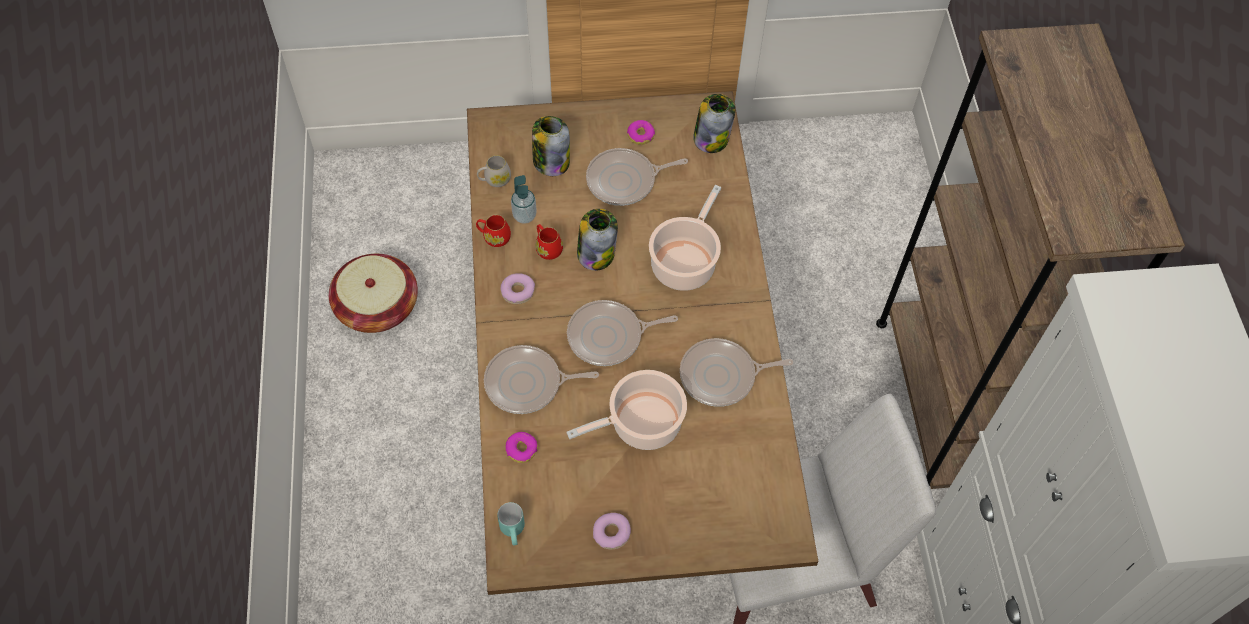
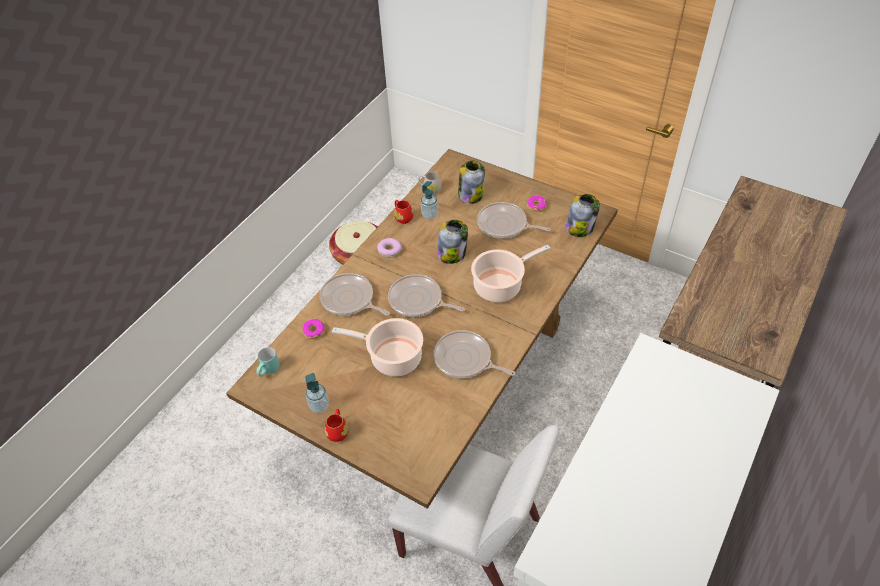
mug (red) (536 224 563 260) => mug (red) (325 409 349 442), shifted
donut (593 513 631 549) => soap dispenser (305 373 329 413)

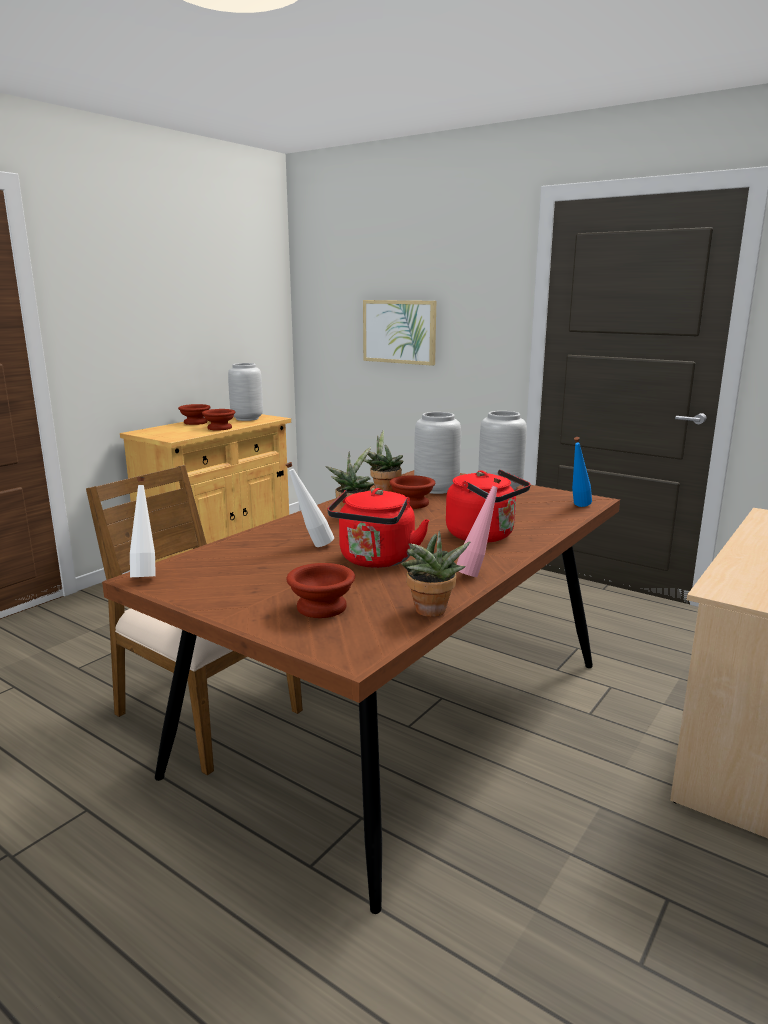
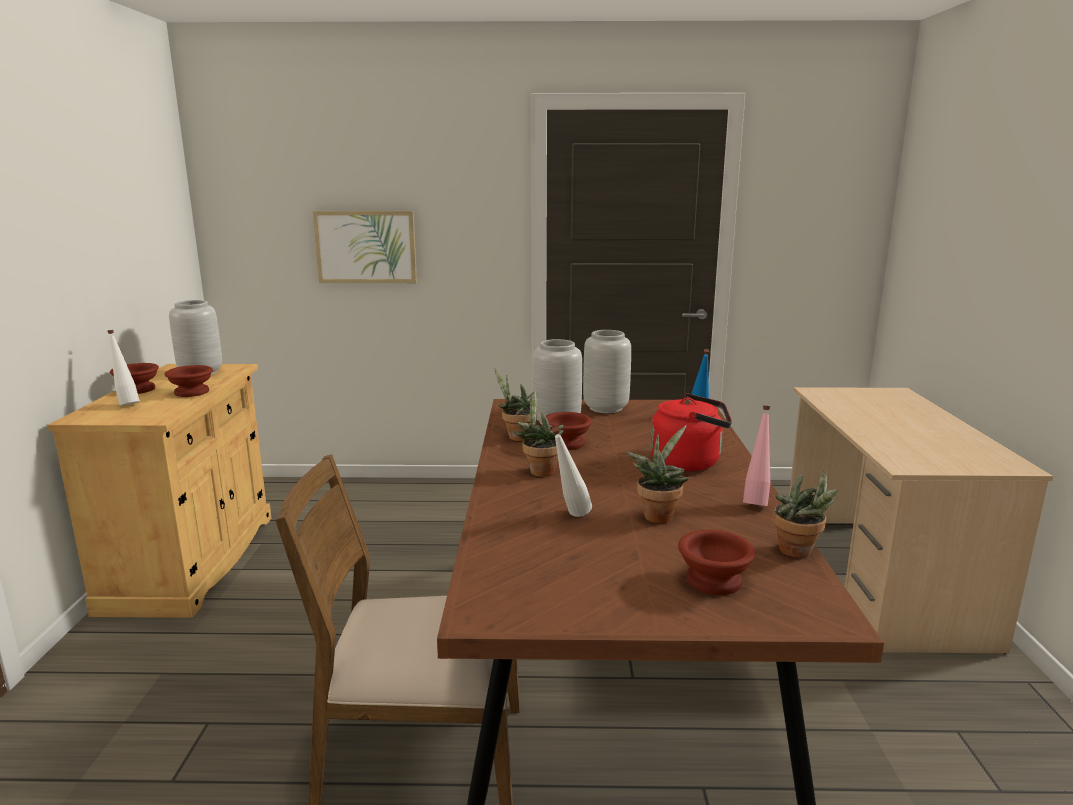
bottle (white) (130 477 156 577) => bottle (white) (107 330 140 406), shifted
kettle (red) (328 488 430 568) => potted plant (626 425 689 523)

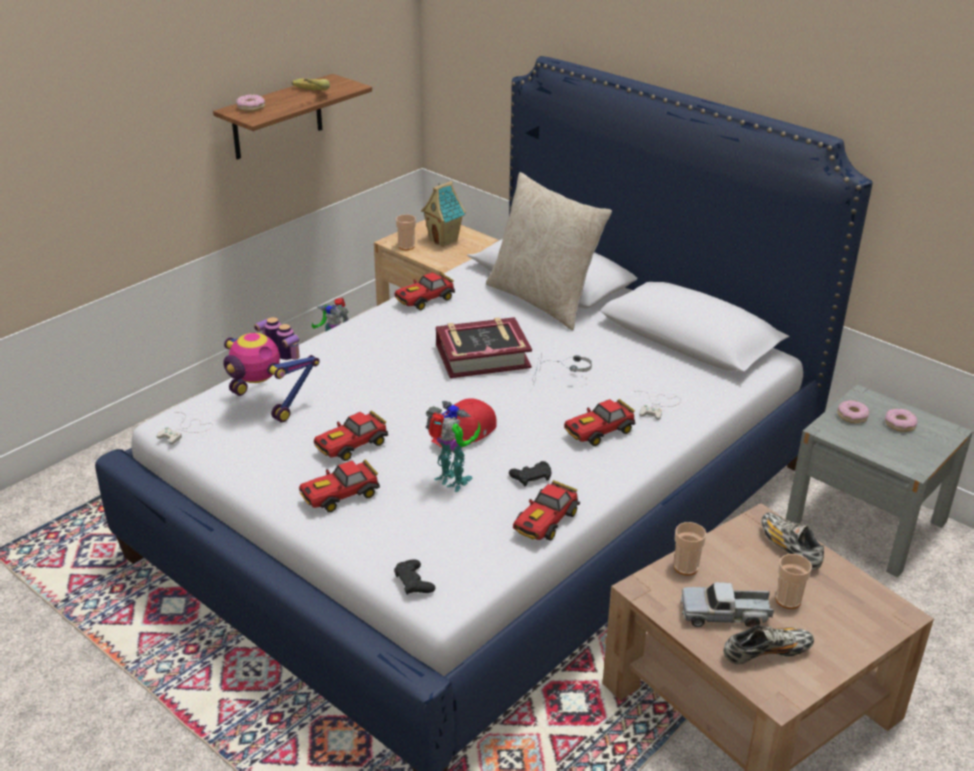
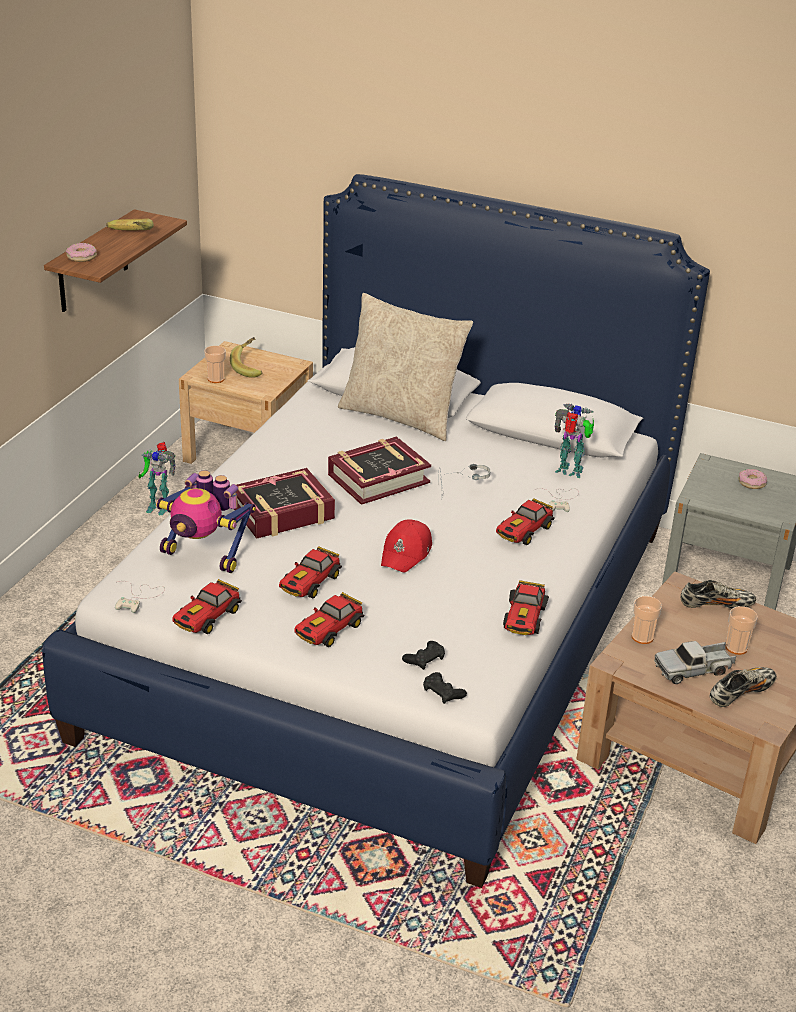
donut (837 400 869 423) => nothing
nothing => book (234 468 335 539)
toy car (395 272 455 310) => toy car (172 579 242 634), shifted
toy robot (425 401 480 492) => toy robot (555 404 594 478), shifted
game controller (black) (509 461 552 486) => game controller (black) (402 641 445 670), shifted
toy house (421 181 466 247) => banana (230 337 262 378)
shoe (761 512 824 570) => shoe (681 580 756 609), 135 degrees clockwise

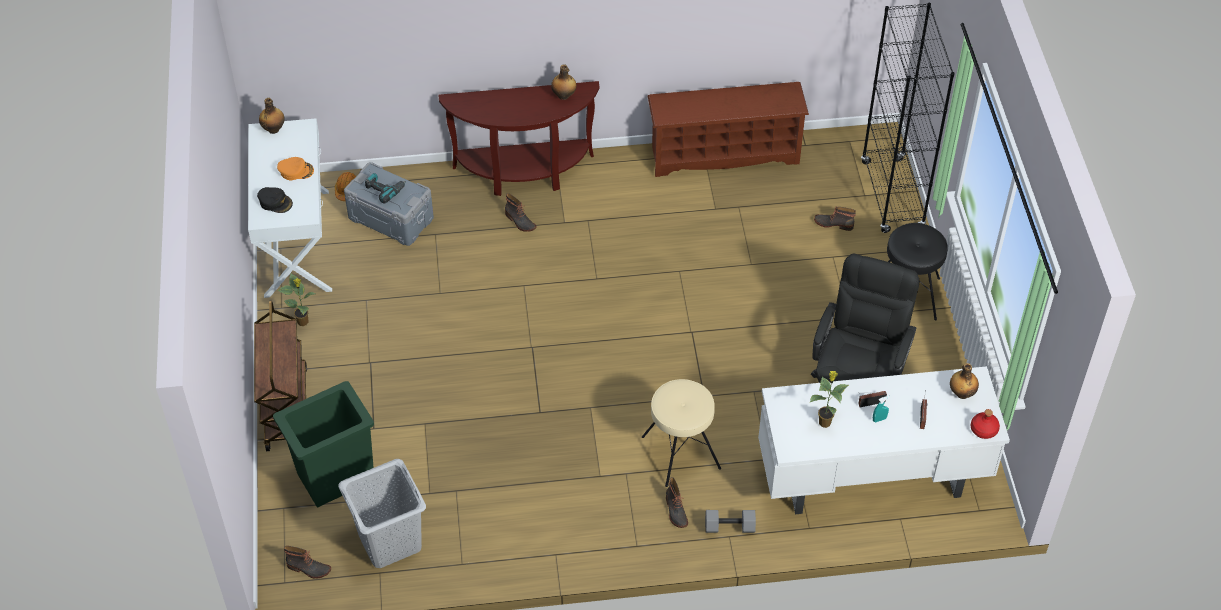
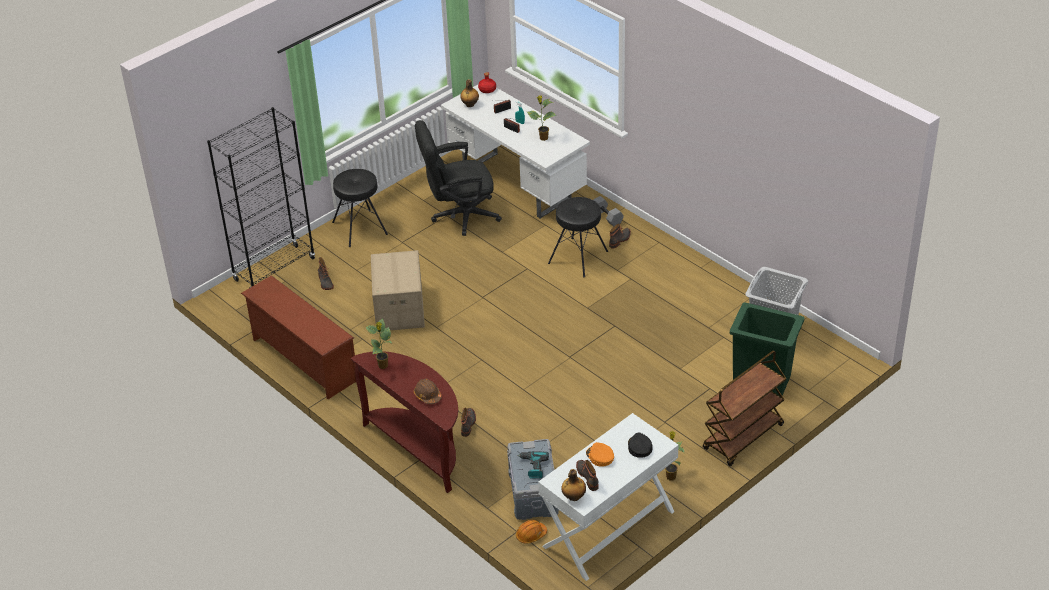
nothing => cardboard box (371 250 425 332)
nothing => hard hat (brown) (414 379 442 404)
boot (284 546 331 579) => boot (576 460 599 491), shifted
bottle (551 64 577 100) => potted plant (366 318 392 369)
stool (beige) (642 379 721 487) => stool (black) (548 197 608 277)

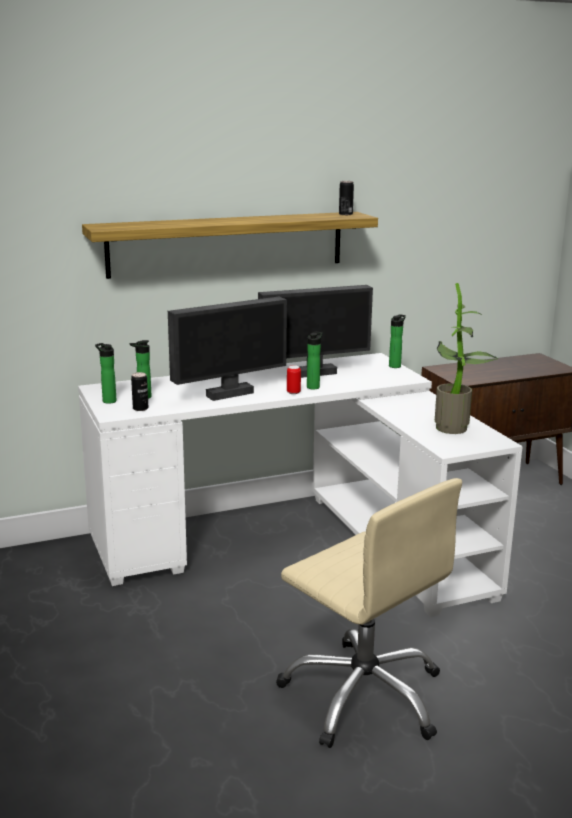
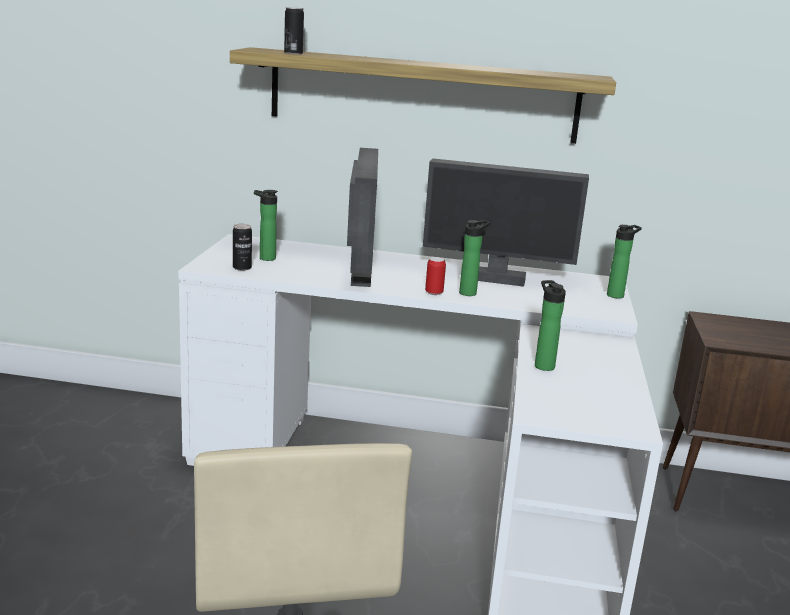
potted plant (435 283 499 434) => nothing
bottle (95 343 117 404) => bottle (535 280 566 371), shifted
can (339 181 354 215) => can (284 7 304 54), shifted
monitor (168 297 287 401) => monitor (347 148 378 287), 90 degrees counterclockwise

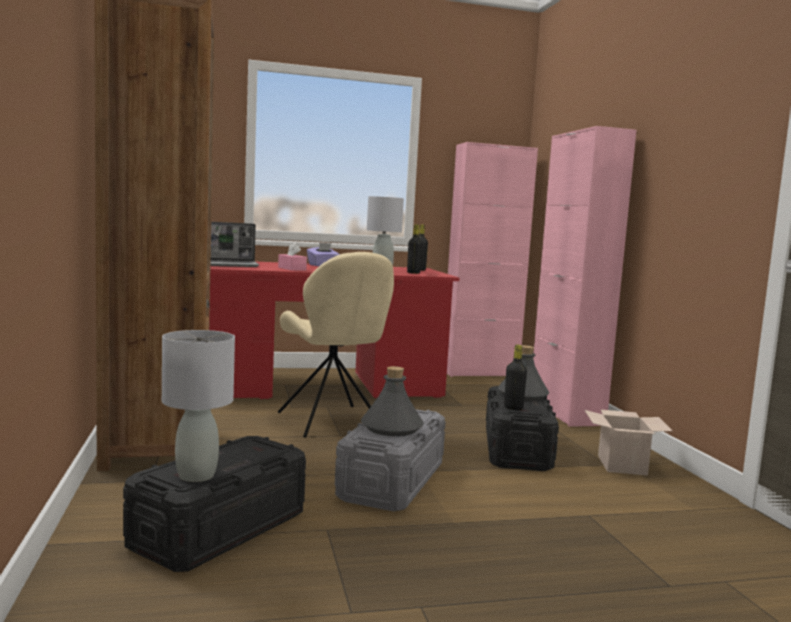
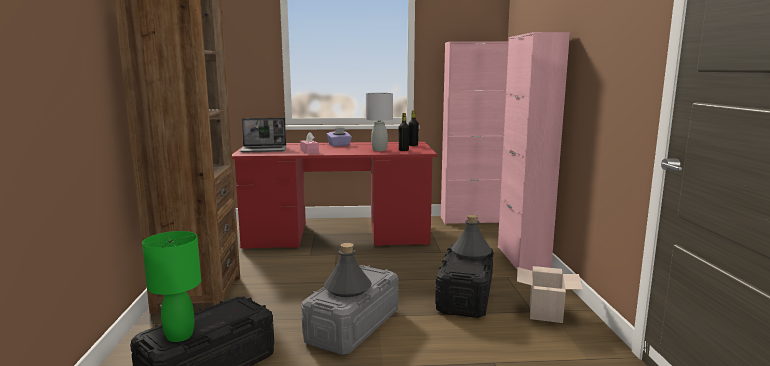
chair (beige) (278 252 394 438) => nothing
bottle (black) (504 345 527 410) => nothing
table lamp (grey) (162 330 235 482) => table lamp (green) (142 231 201 342)

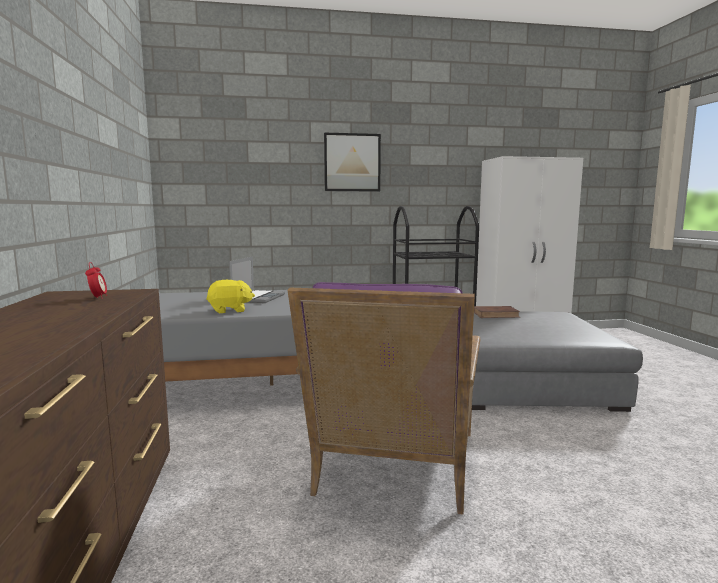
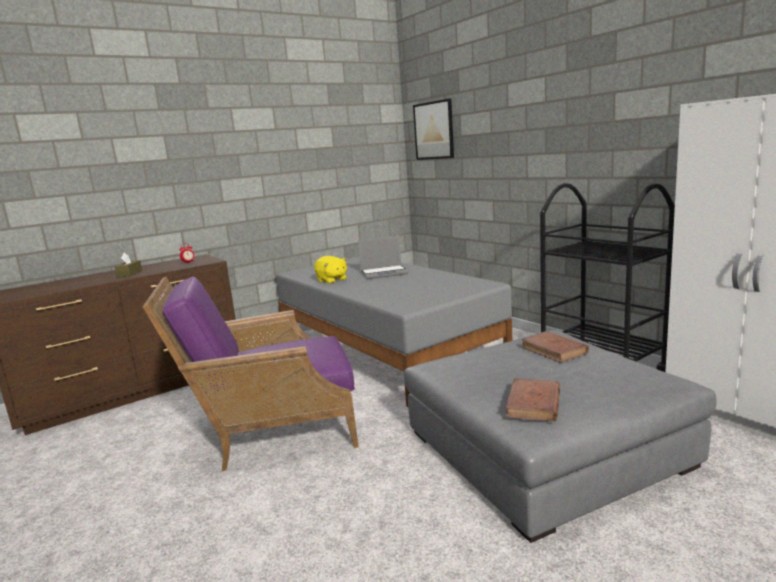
nothing => tissue box (brown) (114 252 142 278)
nothing => book (brown) (505 378 560 421)
picture (324 133 381 191) => picture (413 99 454 160), shifted

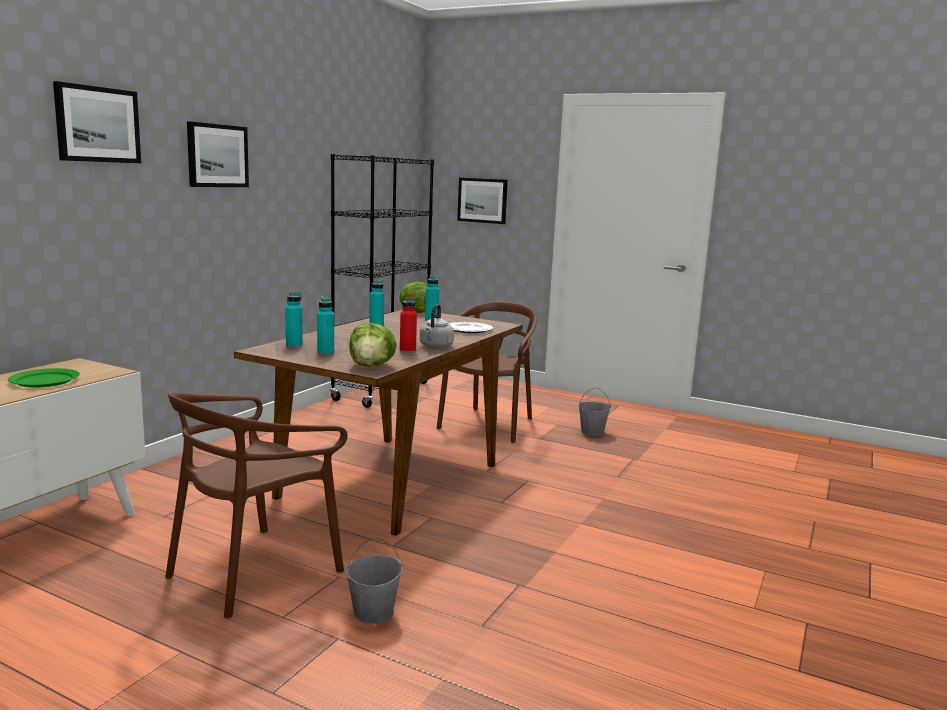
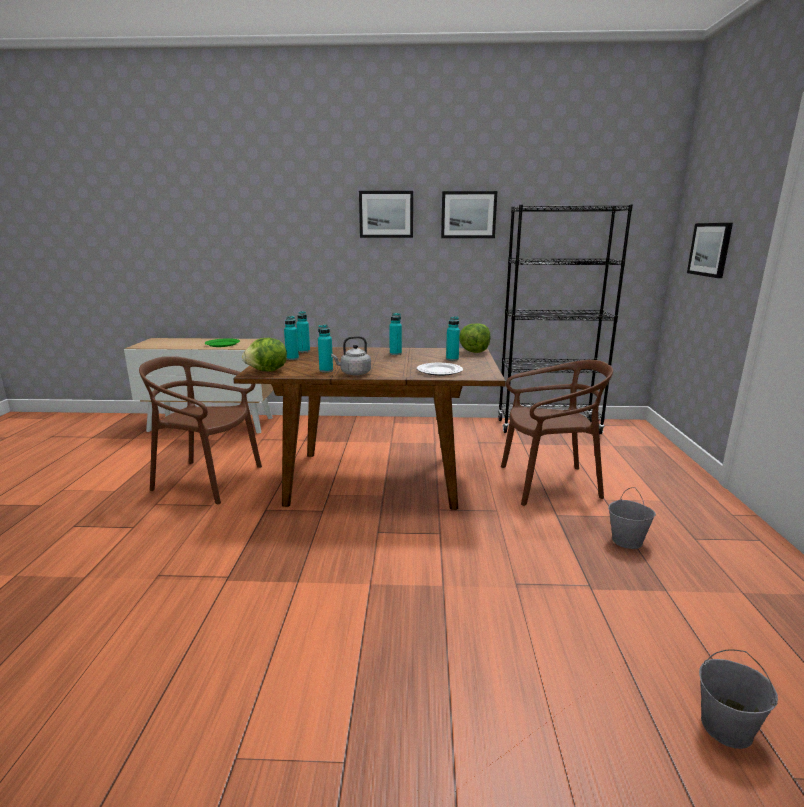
picture (53 81 141 163) => picture (441 191 497 238), shifted
bucket (grey) (346 537 402 624) => bucket (grey) (699 649 778 749), shifted
bottle (red) (400 297 417 353) => bottle (turquoise) (318 325 333 372)

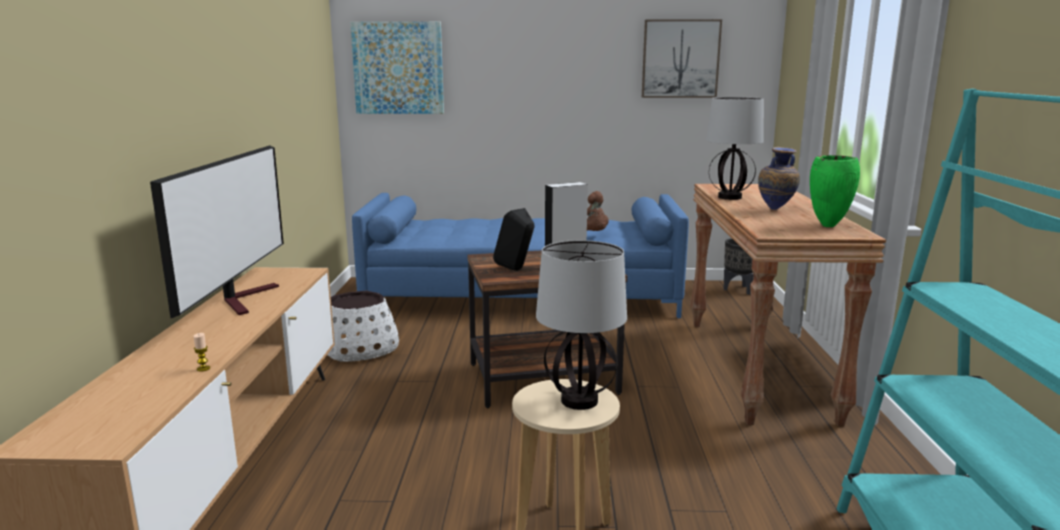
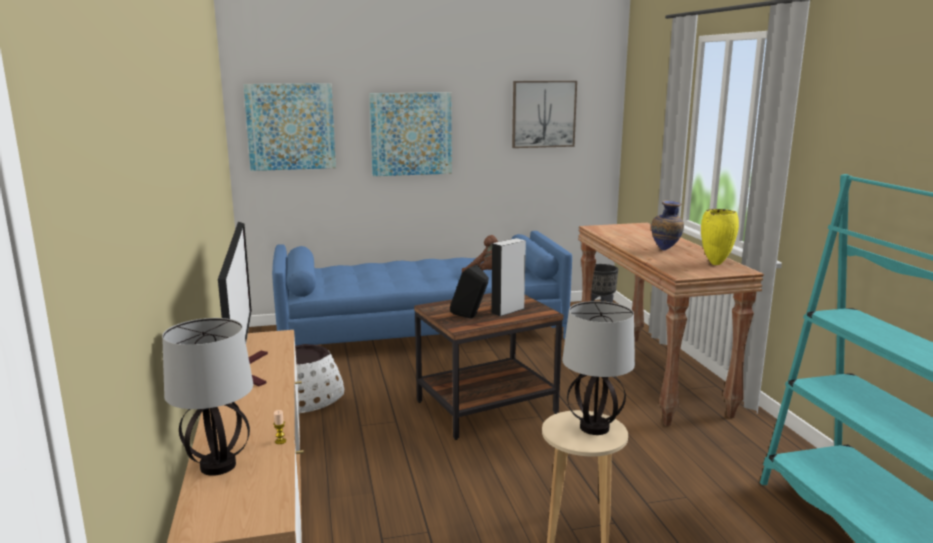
nothing => picture (369 92 452 176)
table lamp (706 97 764 200) => table lamp (162 318 253 476), shifted
vase (green) (810 155 860 227) => vase (yellow) (701 209 739 265)

